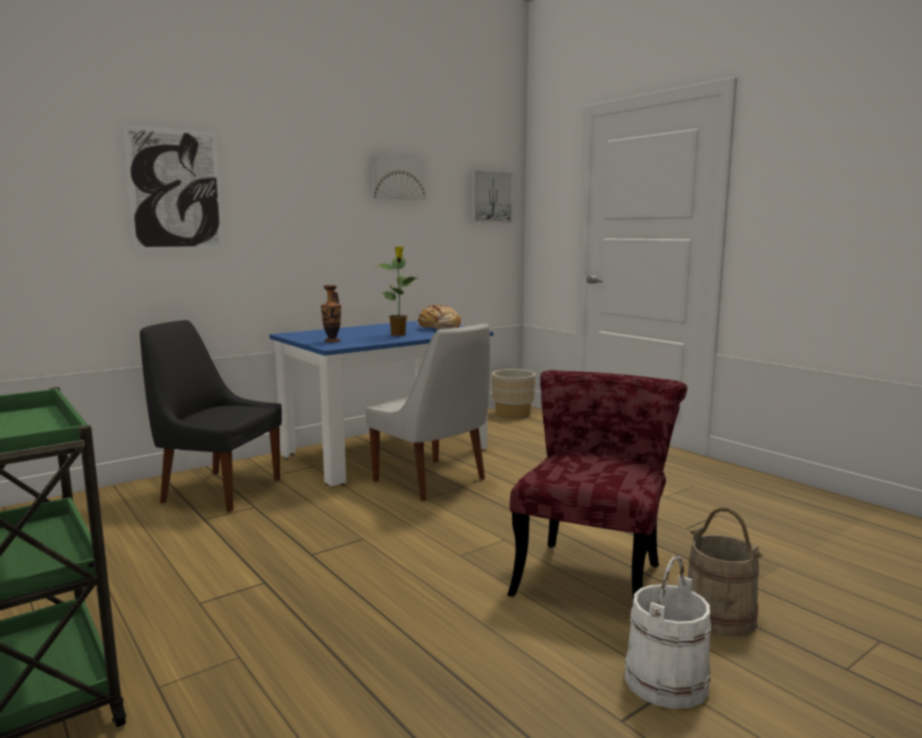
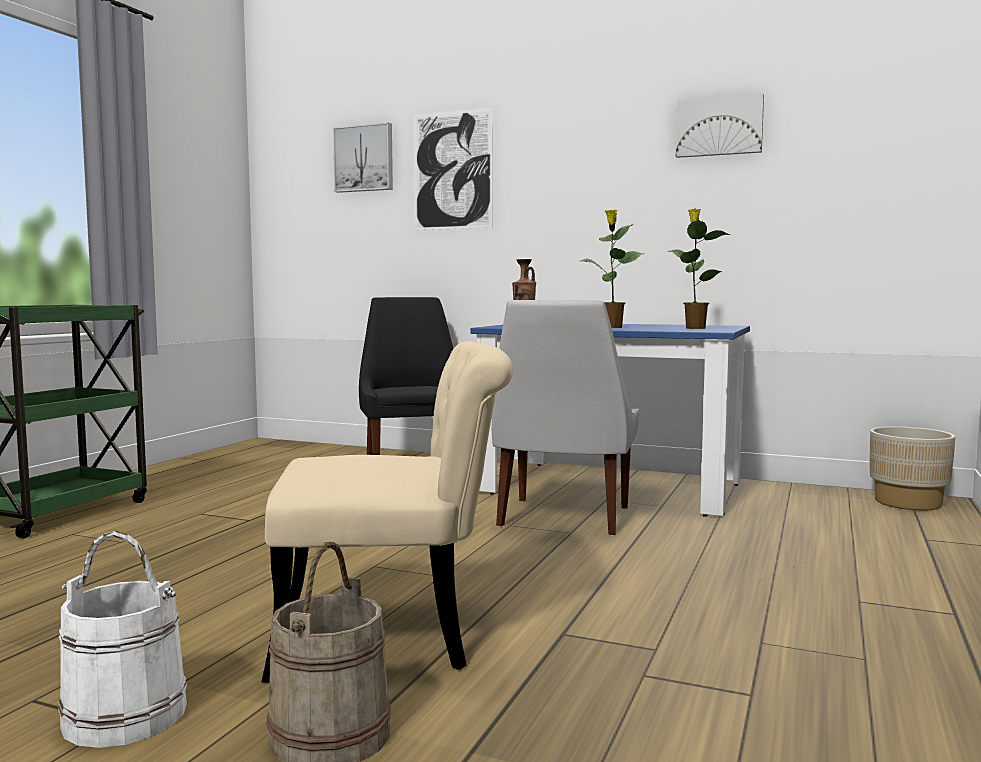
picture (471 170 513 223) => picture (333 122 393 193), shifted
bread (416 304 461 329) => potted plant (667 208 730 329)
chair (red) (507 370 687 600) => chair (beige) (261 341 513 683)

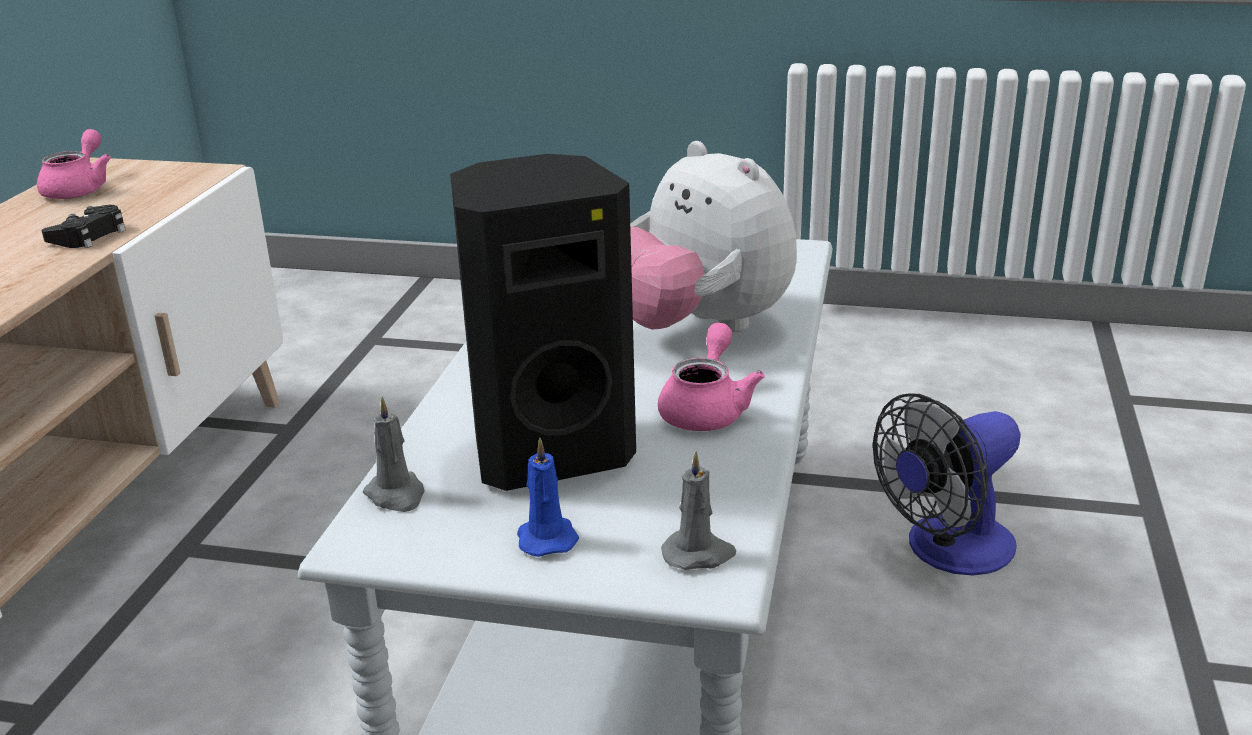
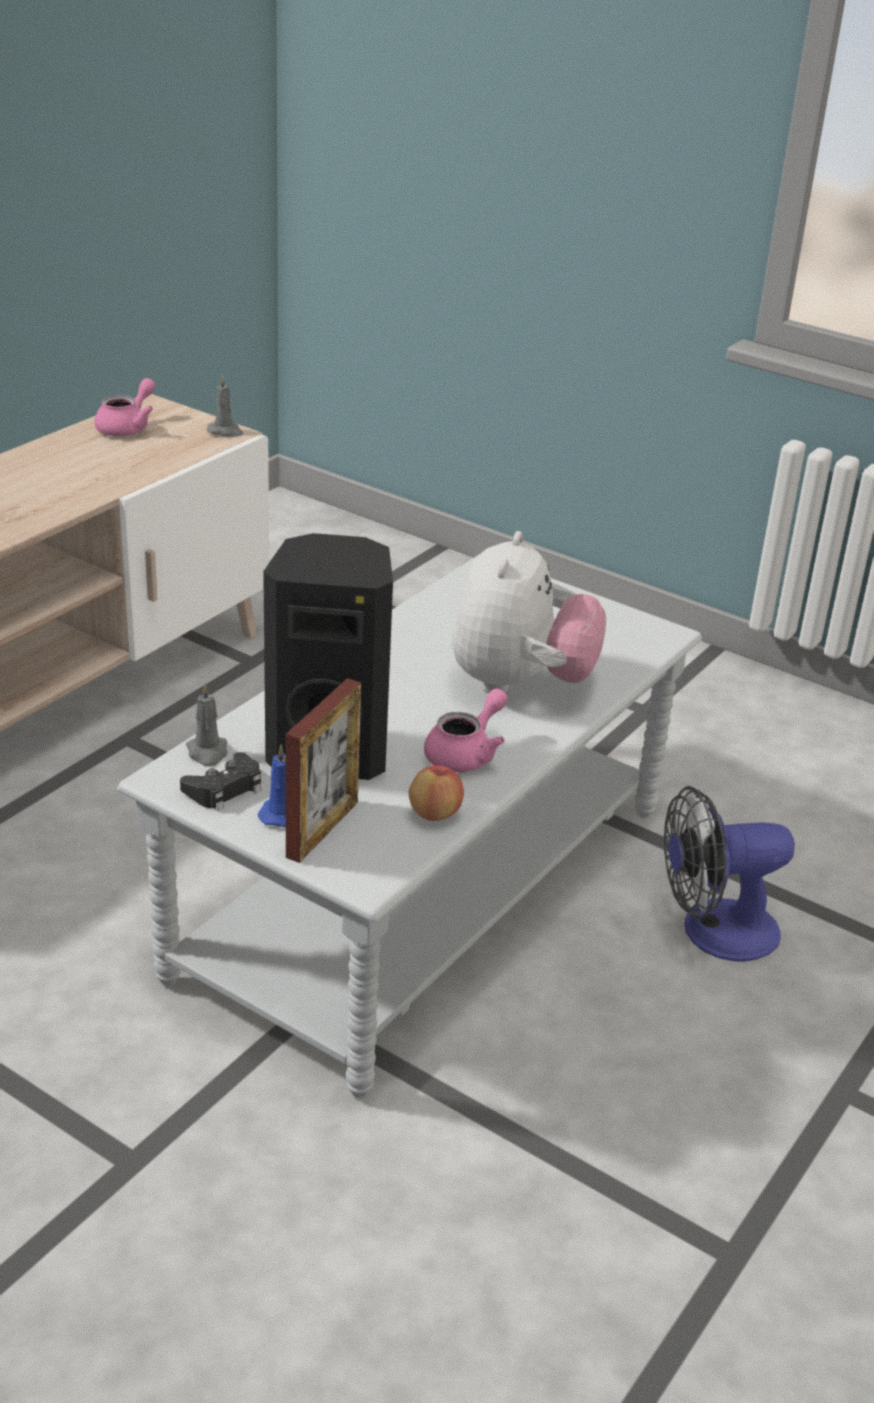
nothing => picture frame (285 678 361 863)
nothing => apple (408 765 464 821)
game controller (black) (41 205 126 248) => game controller (black) (180 752 261 811), shifted
candle (grey) (661 451 736 570) => candle (grey) (207 375 243 437), shifted
plush toy (630 141 797 332) => plush toy (452 531 606 693), 150 degrees counterclockwise

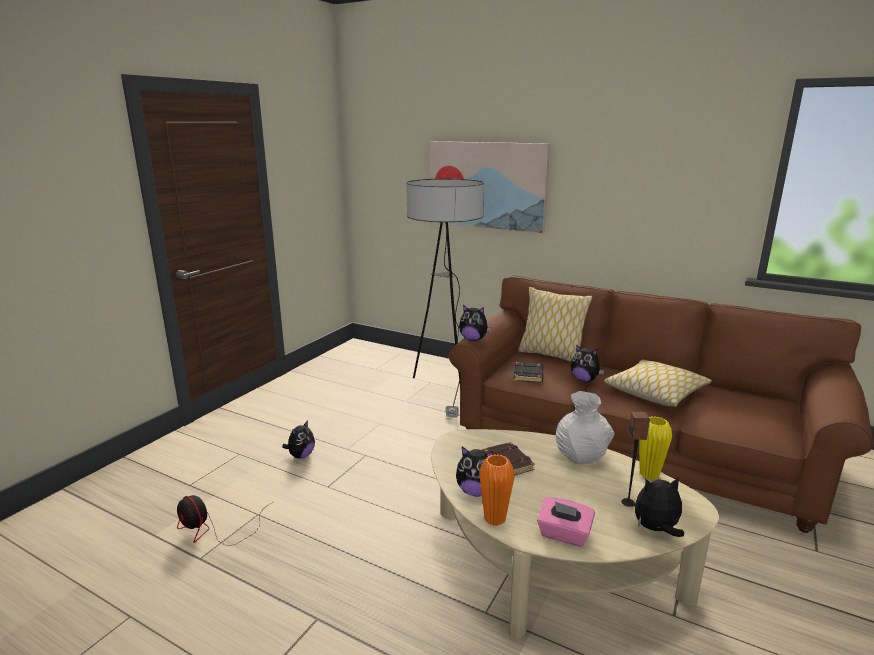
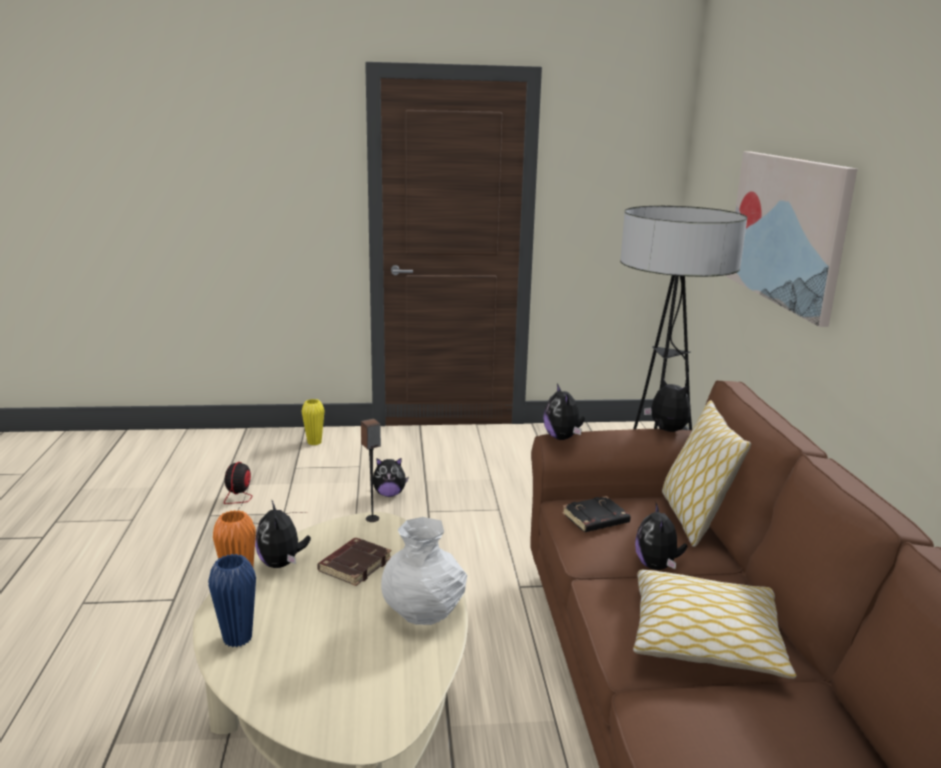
speaker (622 412 650 507) => speaker (361 419 381 522), shifted
plush toy (634 477 684 537) => plush toy (644 377 691 432), shifted
vase (yellow) (639 416 672 480) => vase (yellow) (302 399 325 445), shifted
tissue box (pink) (537 497 595 547) => vase (blue) (208 554 256 647)

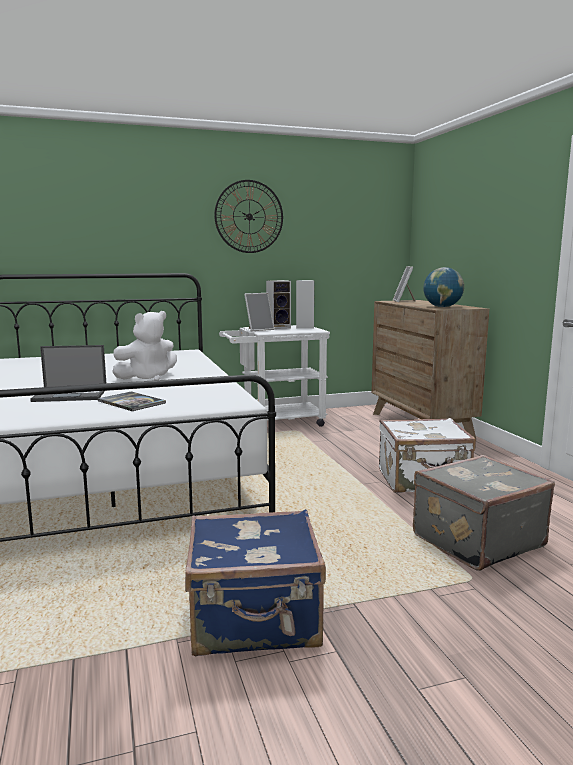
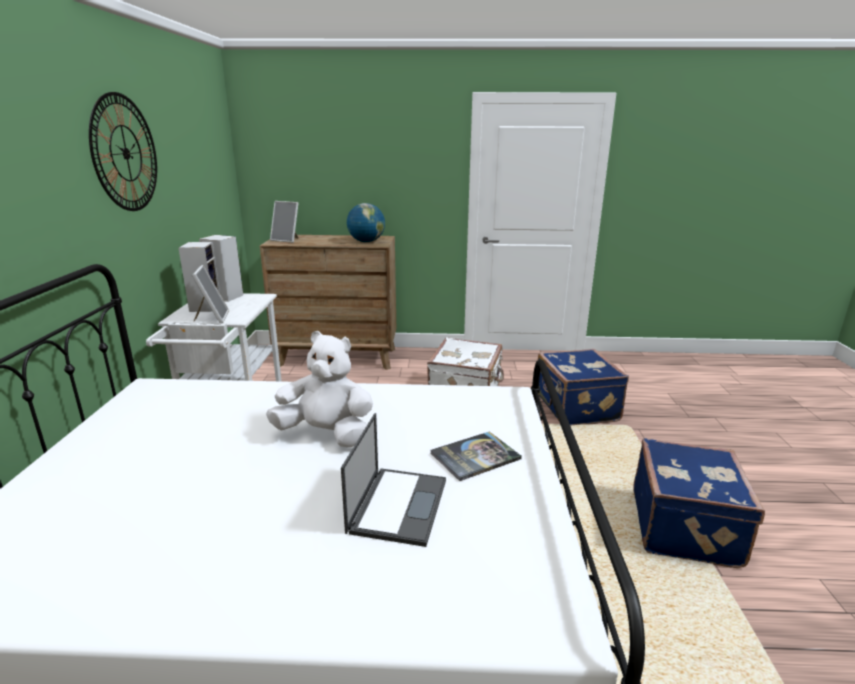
suitcase (grey) (413 455 555 571) => suitcase (blue) (538 349 629 426)
plush toy (white) (112 311 177 380) => plush toy (white) (266 331 373 448), 60 degrees counterclockwise

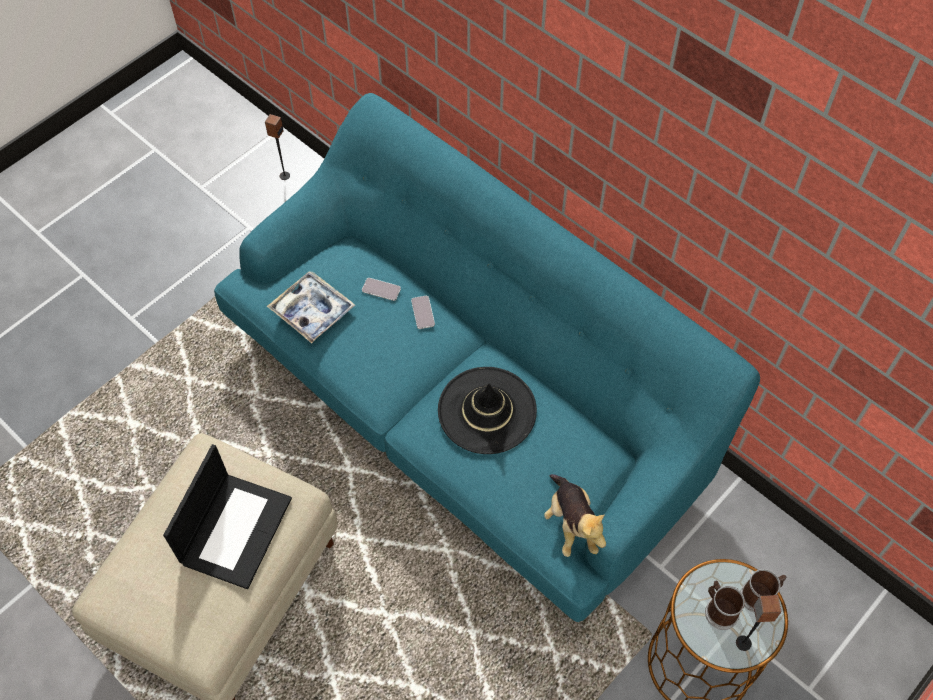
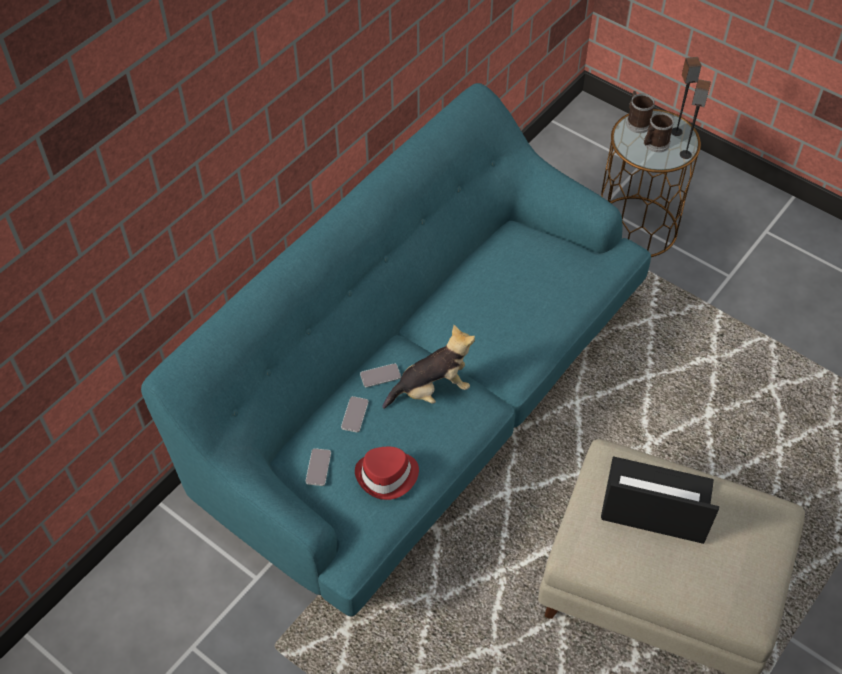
hat (black) (438 367 537 454) => nothing
nothing => phone (306 448 331 486)
speaker (265 114 290 180) => speaker (680 79 711 159), shifted
plush toy (544 474 606 557) => plush toy (382 325 475 409), shifted
tray (267 271 355 344) => hat (red) (355 447 419 500)

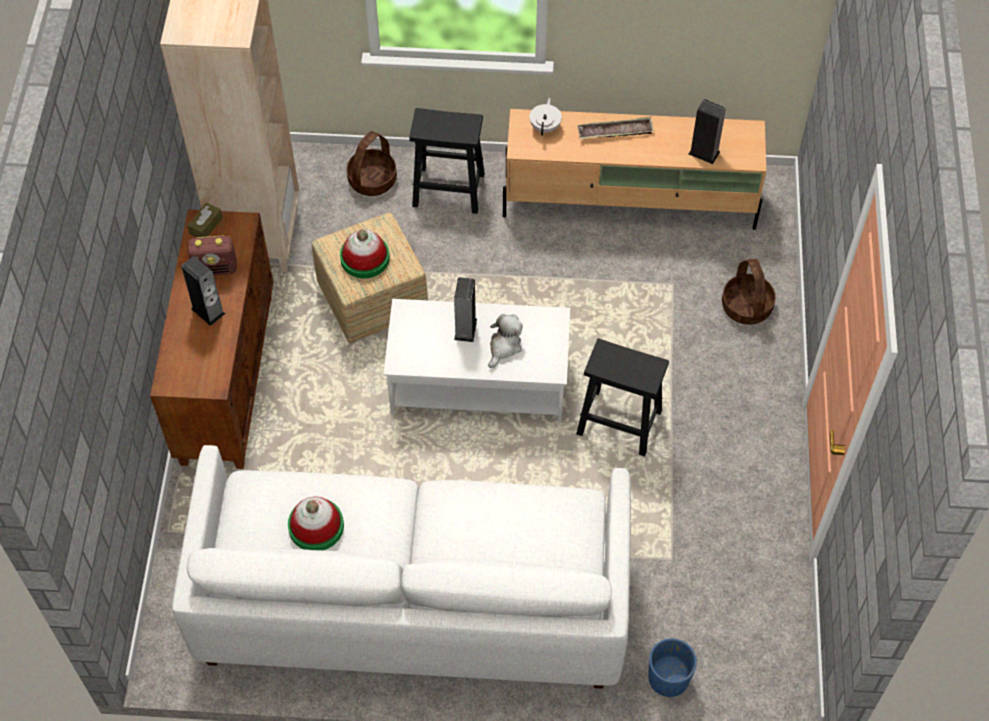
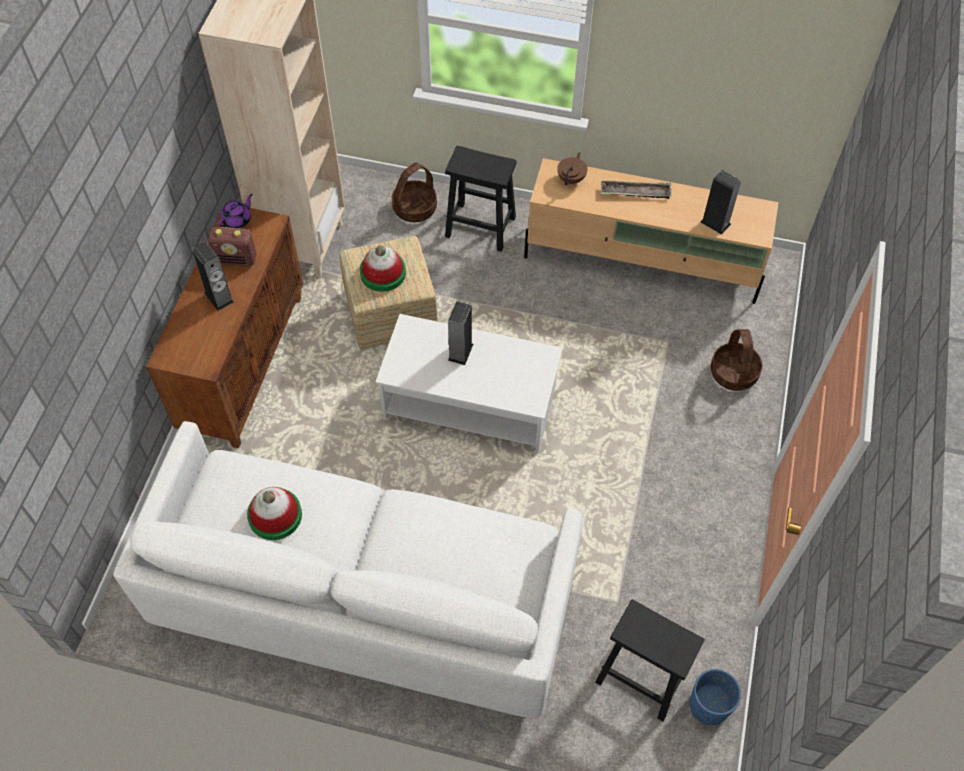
plush toy (488 314 523 368) => nothing
stool (black) (576 339 669 456) => stool (black) (595 599 705 721), shifted
planter (blue) (648 638 697 697) => planter (blue) (690 669 741 725), shifted
tissue box (brown) (187 203 223 237) => teapot (purple) (218 194 253 229)
teapot (white) (529 98 562 136) => teapot (brown) (557 152 588 186)

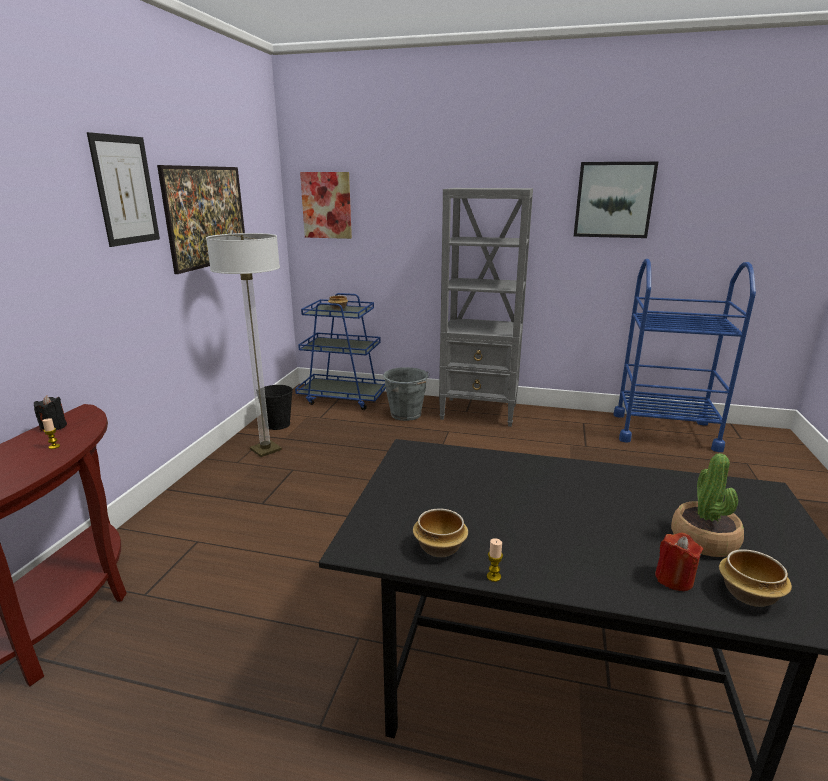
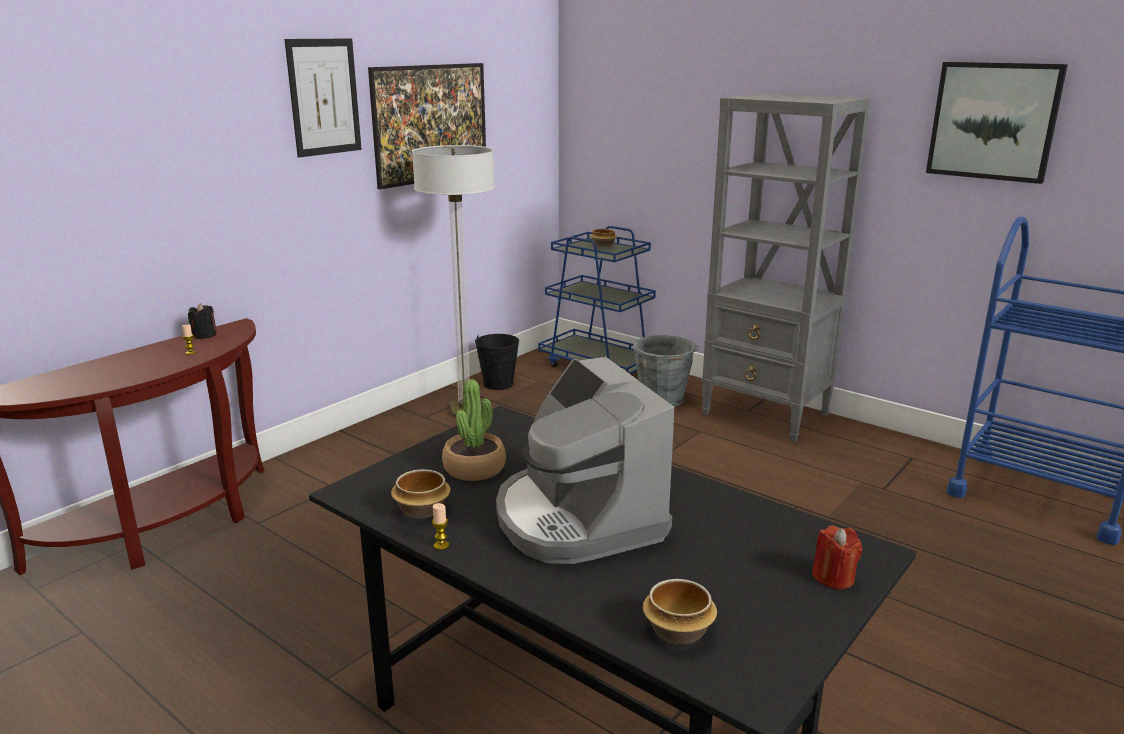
picture (300 172 352 239) => nothing
nothing => coffee machine (496 357 674 564)
candle (red) (655 533 703 591) => candle (red) (812 525 862 589), shifted
potted plant (671 453 744 557) => potted plant (442 379 506 481), shifted

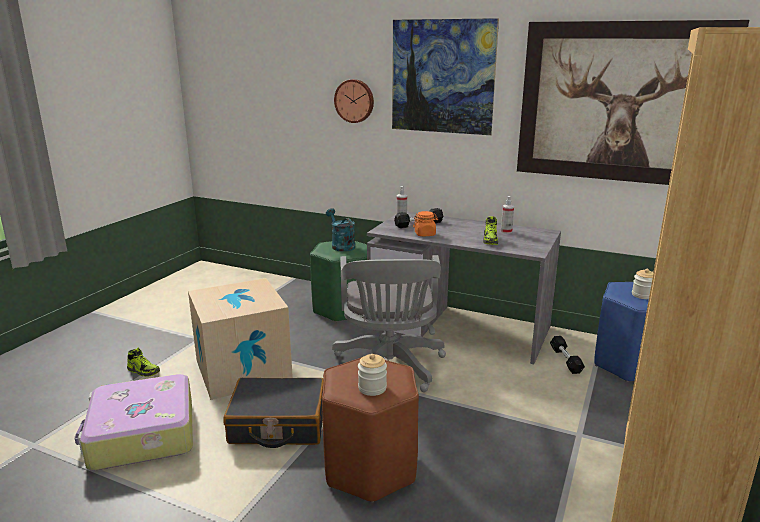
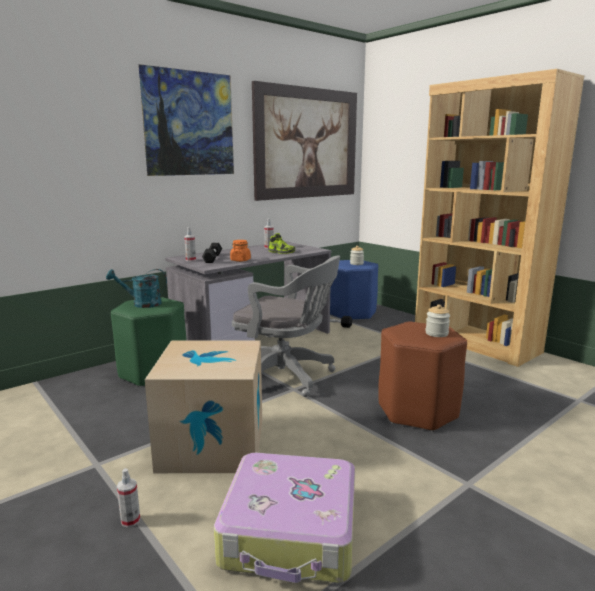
suitcase (black) (224 378 323 448) => nothing
wall clock (334 79 374 123) => nothing
shoe (127 348 160 377) => spray bottle (117 468 140 528)

